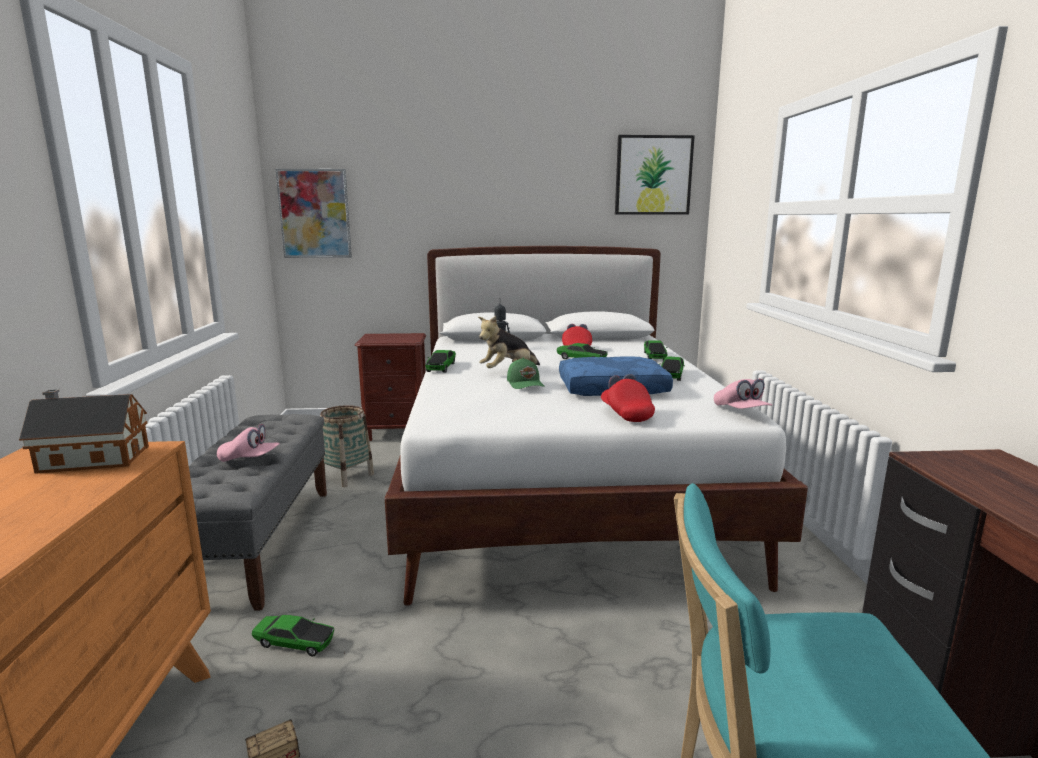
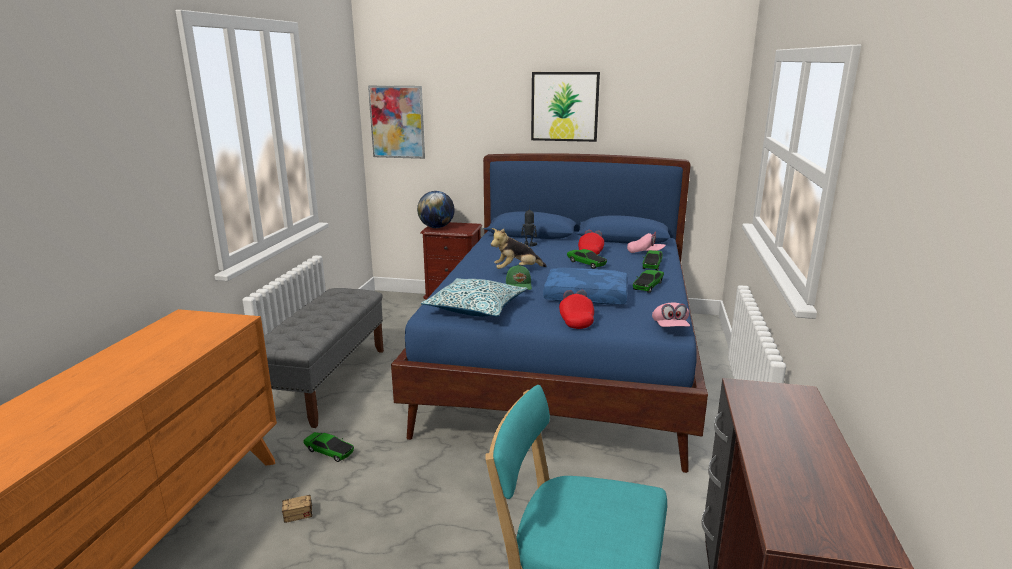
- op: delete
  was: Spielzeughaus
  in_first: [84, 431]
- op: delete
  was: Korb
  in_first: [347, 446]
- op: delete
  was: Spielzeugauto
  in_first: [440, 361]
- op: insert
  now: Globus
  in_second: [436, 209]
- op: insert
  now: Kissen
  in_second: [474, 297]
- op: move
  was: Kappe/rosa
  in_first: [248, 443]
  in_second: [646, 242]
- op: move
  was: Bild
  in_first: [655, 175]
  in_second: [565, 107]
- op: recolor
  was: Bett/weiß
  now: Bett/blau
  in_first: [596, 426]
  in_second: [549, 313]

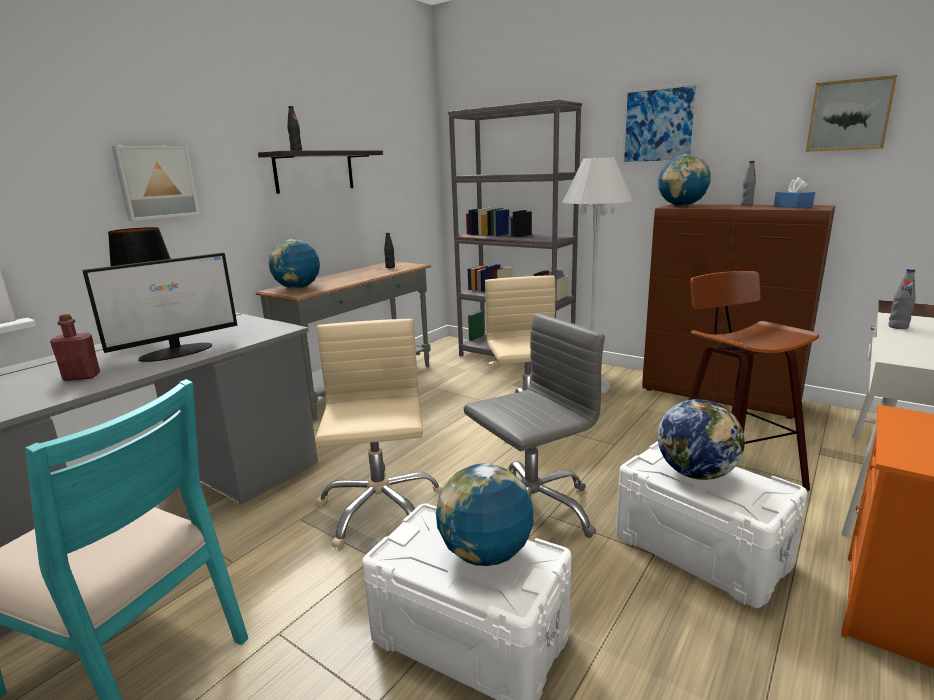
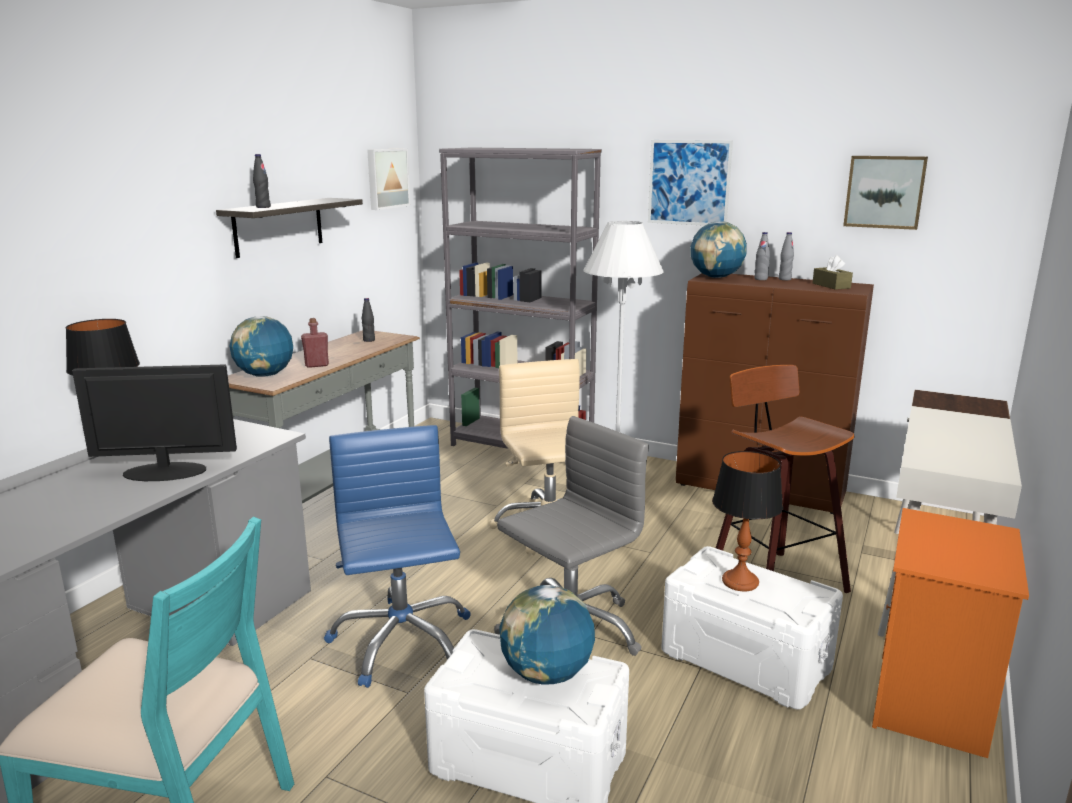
- op: move
  was: Flasche/rot
  in_first: [75, 347]
  in_second: [315, 343]
- op: move
  was: Bild
  in_first: [155, 183]
  in_second: [388, 179]
- op: move
  was: Flasche/grau
  in_first: [902, 299]
  in_second: [762, 256]
- op: replace
  was: Globus
  now: Tischlampe
  in_first: [701, 439]
  in_second: [747, 521]
- op: recolor
  was: Bürostuhl/beige
  now: Bürostuhl/blau
  in_first: [379, 434]
  in_second: [397, 556]
- op: recolor
  was: Taschentuchbox/blau
  now: Taschentuchbox/braun
  in_first: [794, 192]
  in_second: [833, 272]
- op: rotate
  was: Monitor
  in_first: [159, 307]
  in_second: [154, 422]
  clockwise: -135

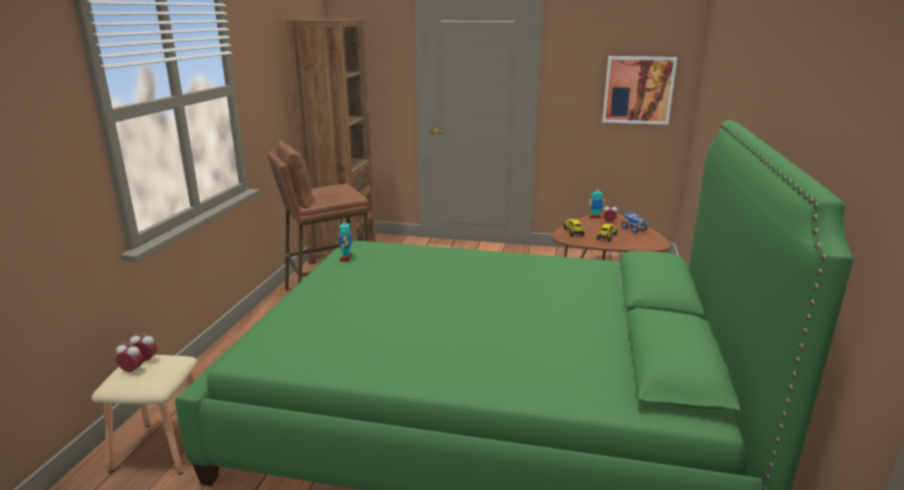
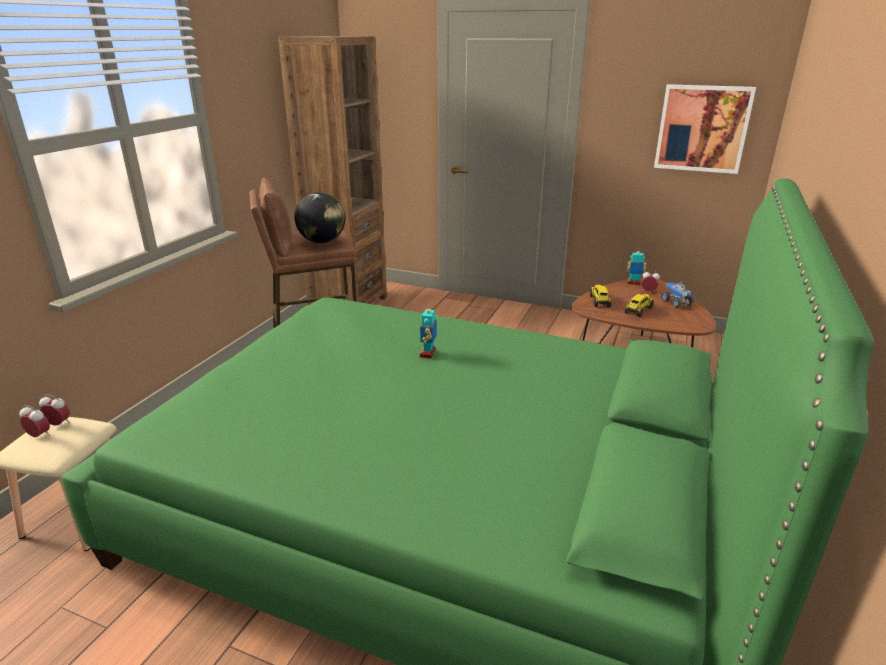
- op: insert
  now: Globus
  in_second: [319, 217]
- op: move
  was: Spielzeugroboter
  in_first: [345, 242]
  in_second: [428, 333]

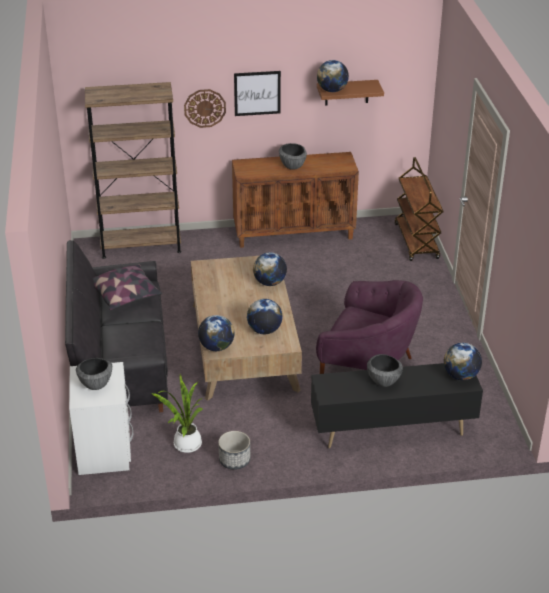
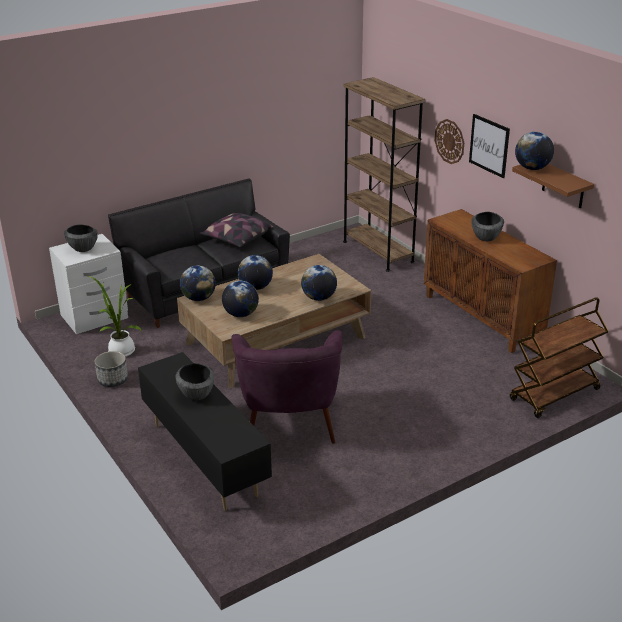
- op: move
  was: Globus
  in_first: [463, 362]
  in_second: [255, 272]

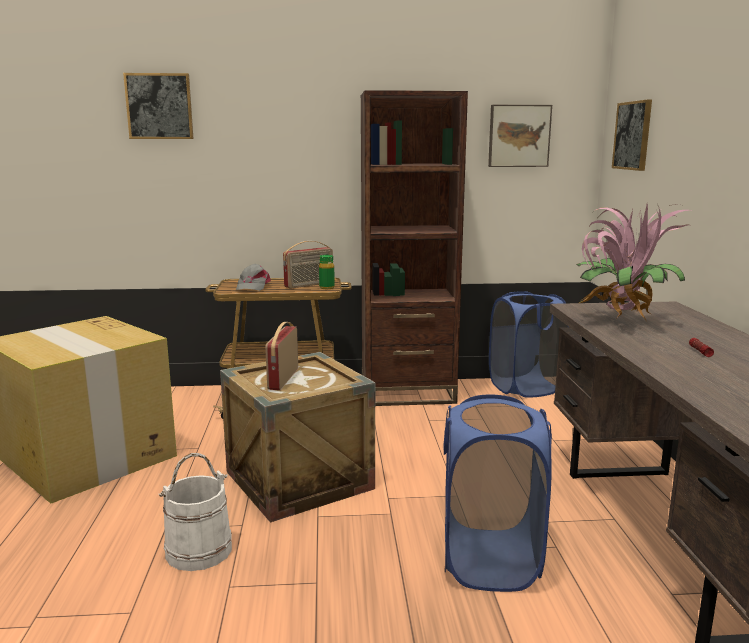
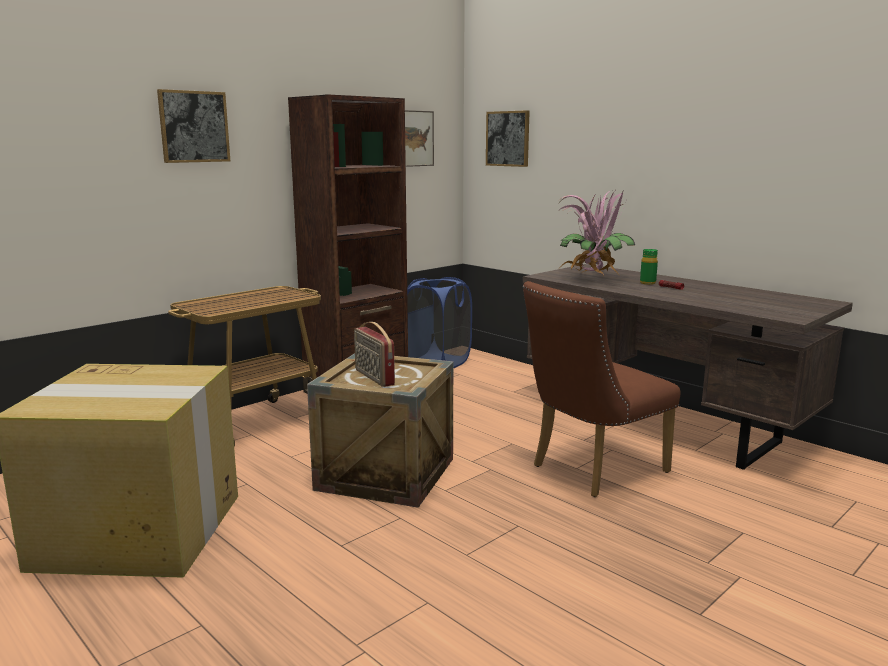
- op: delete
  was: Eimer/weiß
  in_first: [195, 512]
- op: delete
  was: Kappe/grau
  in_first: [253, 277]
- op: delete
  was: Radio
  in_first: [308, 265]
- op: move
  was: Bild
  in_first: [158, 106]
  in_second: [193, 126]
- op: move
  was: Flasche/grün
  in_first: [327, 272]
  in_second: [649, 267]
- op: replace
  was: Wäschekorb/blau
  now: Stuhl/braun
  in_first: [497, 493]
  in_second: [601, 389]

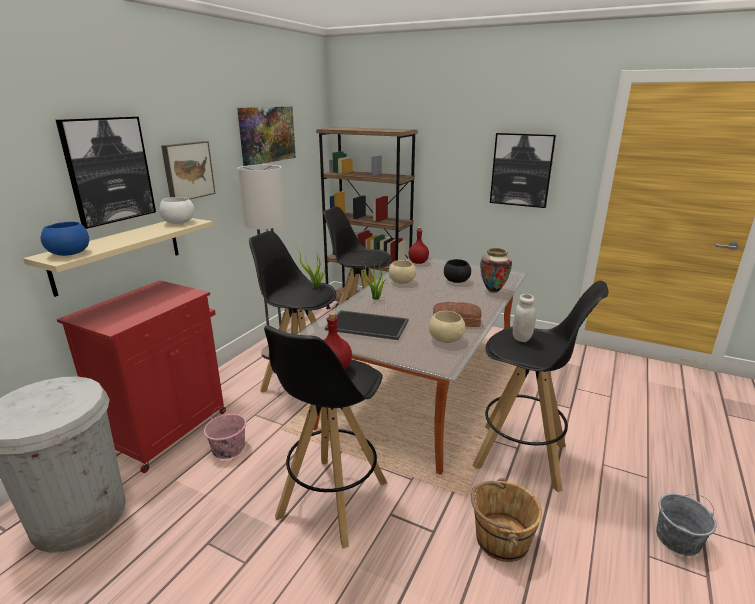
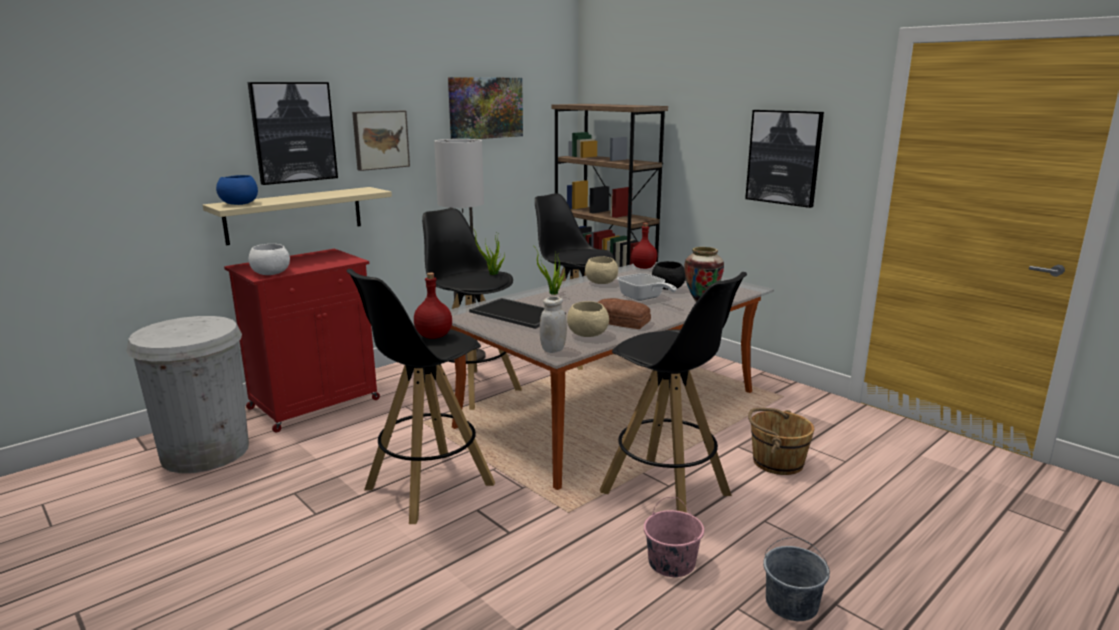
- op: insert
  now: Pfanne
  in_second: [647, 287]
- op: move
  was: Schüssel/weiß
  in_first: [176, 210]
  in_second: [269, 259]
- op: move
  was: Eimer/rosa
  in_first: [225, 432]
  in_second: [674, 537]
- op: move
  was: Eimer/braun
  in_first: [506, 520]
  in_second: [781, 441]
- op: move
  was: Vorratsglas/weiß
  in_first: [524, 318]
  in_second: [553, 324]

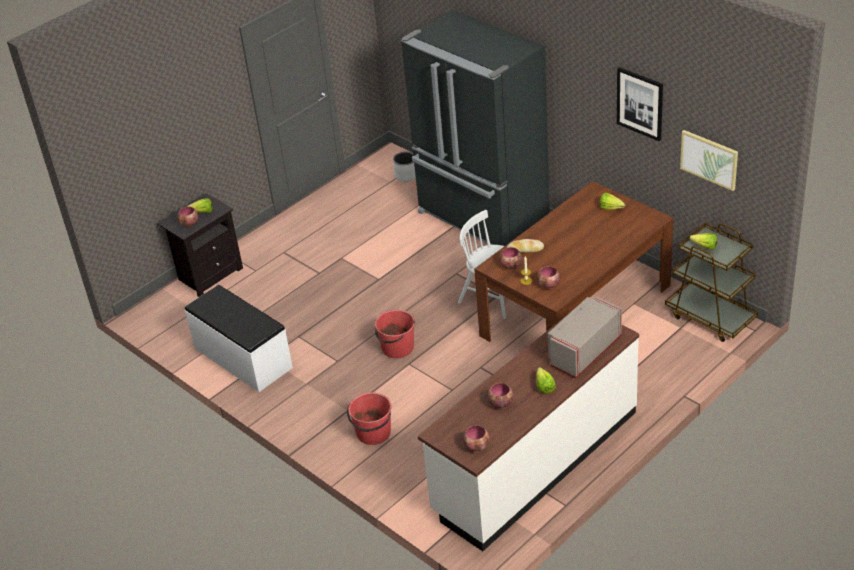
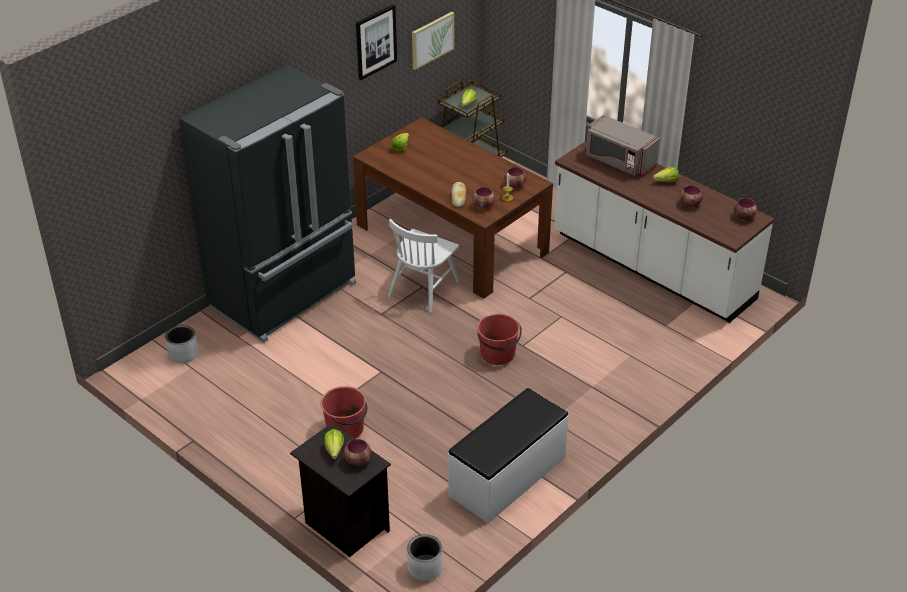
- op: insert
  now: Pflanzkübel/weiß
  in_second: [425, 557]
- op: move
  was: Eimer/rot
  in_first: [369, 418]
  in_second: [344, 412]

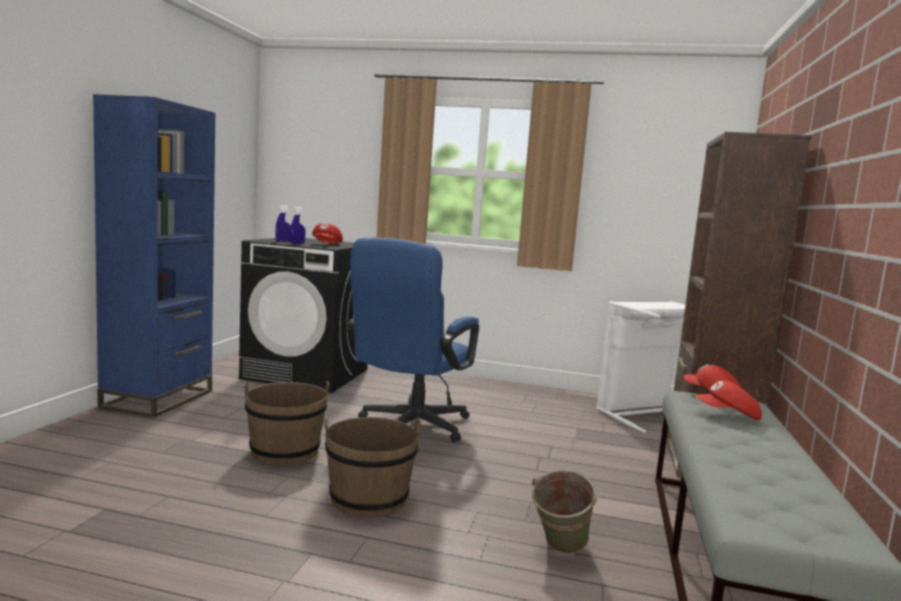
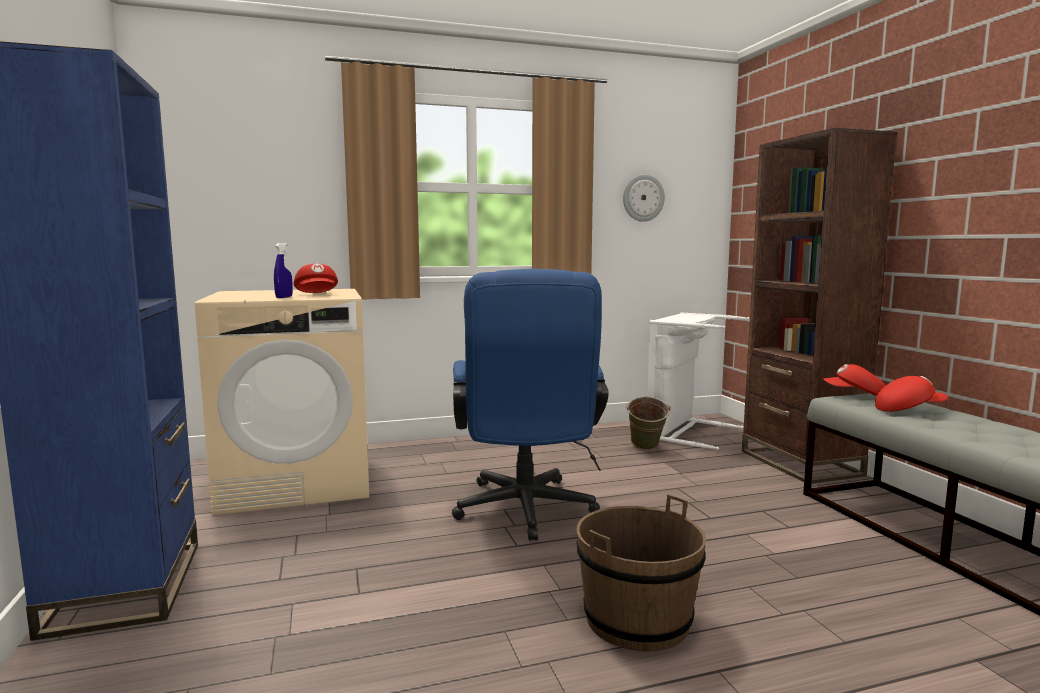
- op: delete
  was: Eimer/braun
  in_first: [286, 423]
- op: delete
  was: Sprühflasche/blau
  in_first: [283, 223]
- op: insert
  now: Wanduhr
  in_second: [644, 198]
- op: move
  was: Eimer/grün
  in_first: [565, 512]
  in_second: [648, 423]
- op: recolor
  was: Waschmaschine/schwarz
  now: Waschmaschine/beige
  in_first: [303, 315]
  in_second: [282, 402]
- op: rotate
  was: Kappe/rot
  in_first: [728, 400]
  in_second: [911, 394]
  clockwise: -150

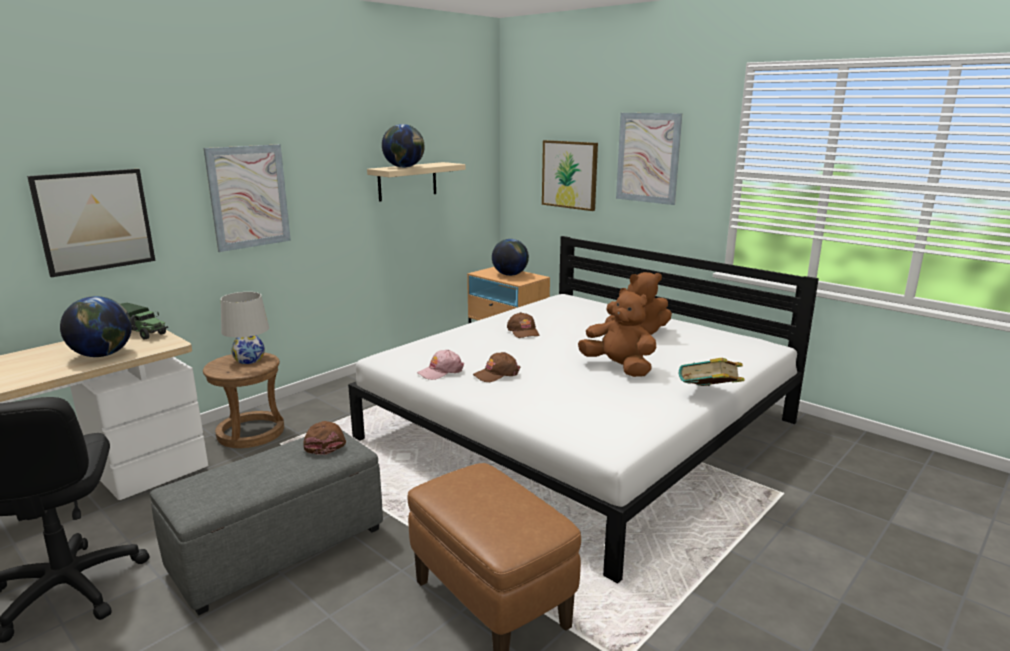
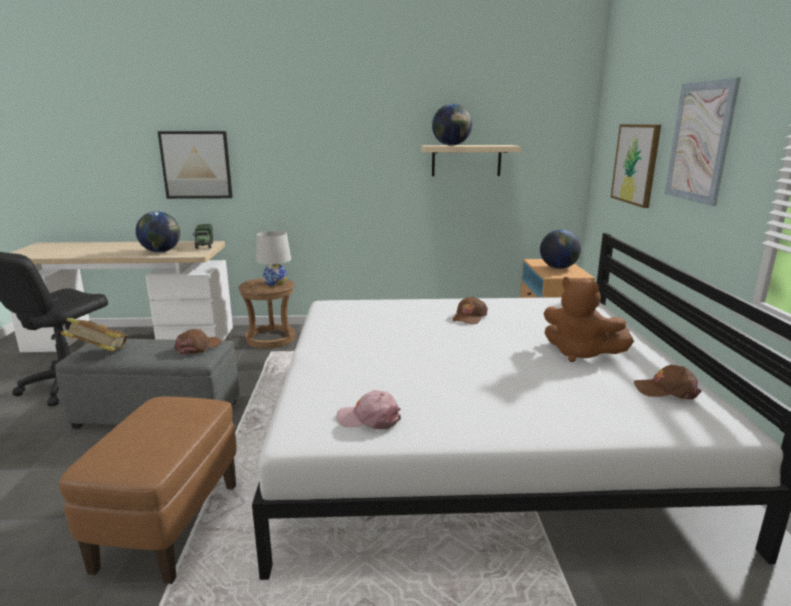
- op: delete
  was: Bild
  in_first: [247, 198]
- op: delete
  was: Plüschtier/braun
  in_first: [617, 332]
- op: move
  was: Kappe/rosa
  in_first: [440, 365]
  in_second: [369, 409]
- op: move
  was: Kappe/braun
  in_first: [496, 367]
  in_second: [667, 382]
- op: move
  was: Buch
  in_first: [711, 372]
  in_second: [94, 334]

